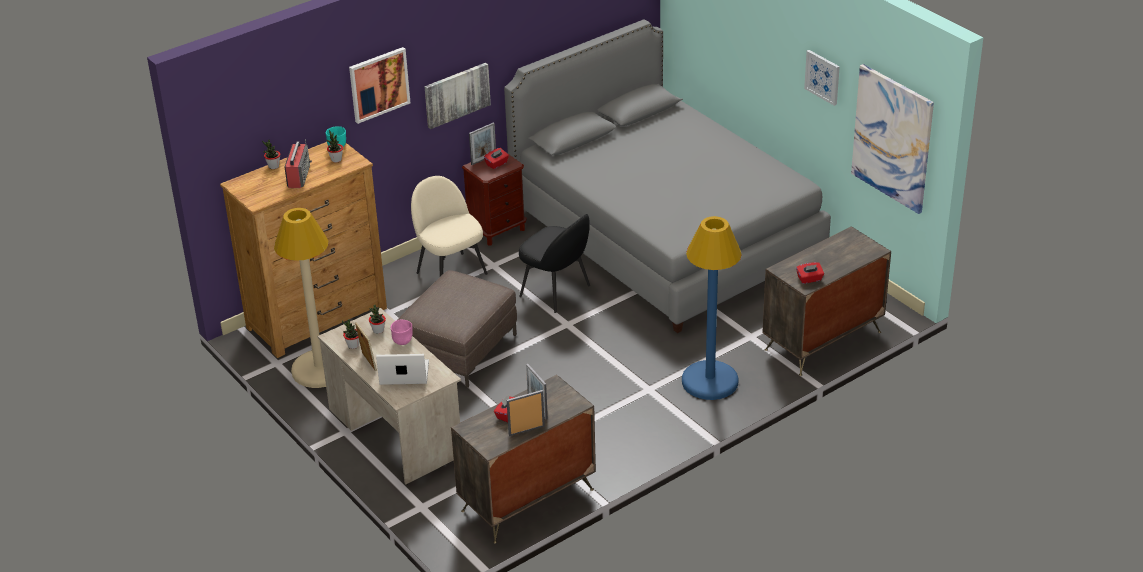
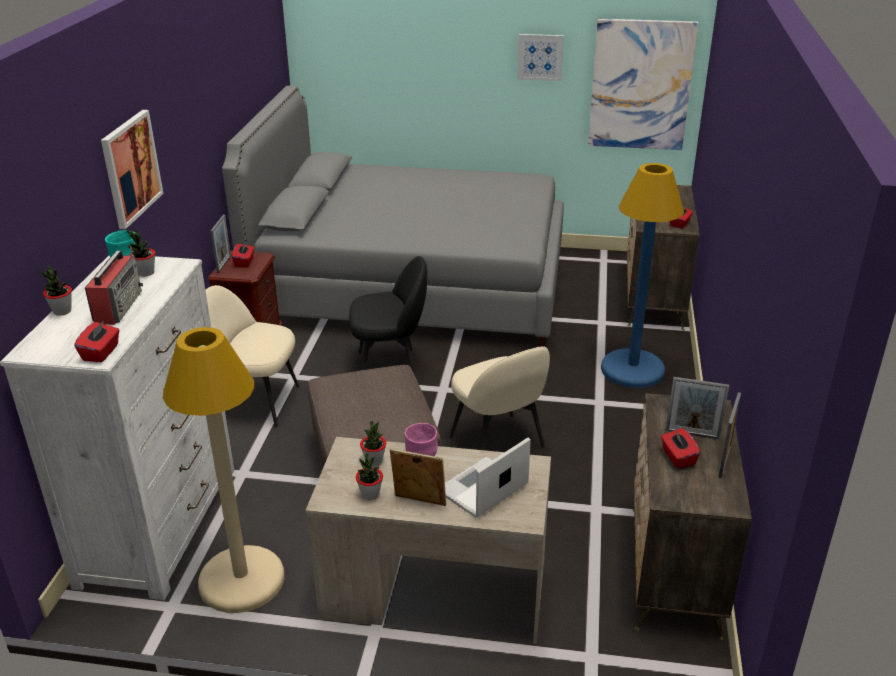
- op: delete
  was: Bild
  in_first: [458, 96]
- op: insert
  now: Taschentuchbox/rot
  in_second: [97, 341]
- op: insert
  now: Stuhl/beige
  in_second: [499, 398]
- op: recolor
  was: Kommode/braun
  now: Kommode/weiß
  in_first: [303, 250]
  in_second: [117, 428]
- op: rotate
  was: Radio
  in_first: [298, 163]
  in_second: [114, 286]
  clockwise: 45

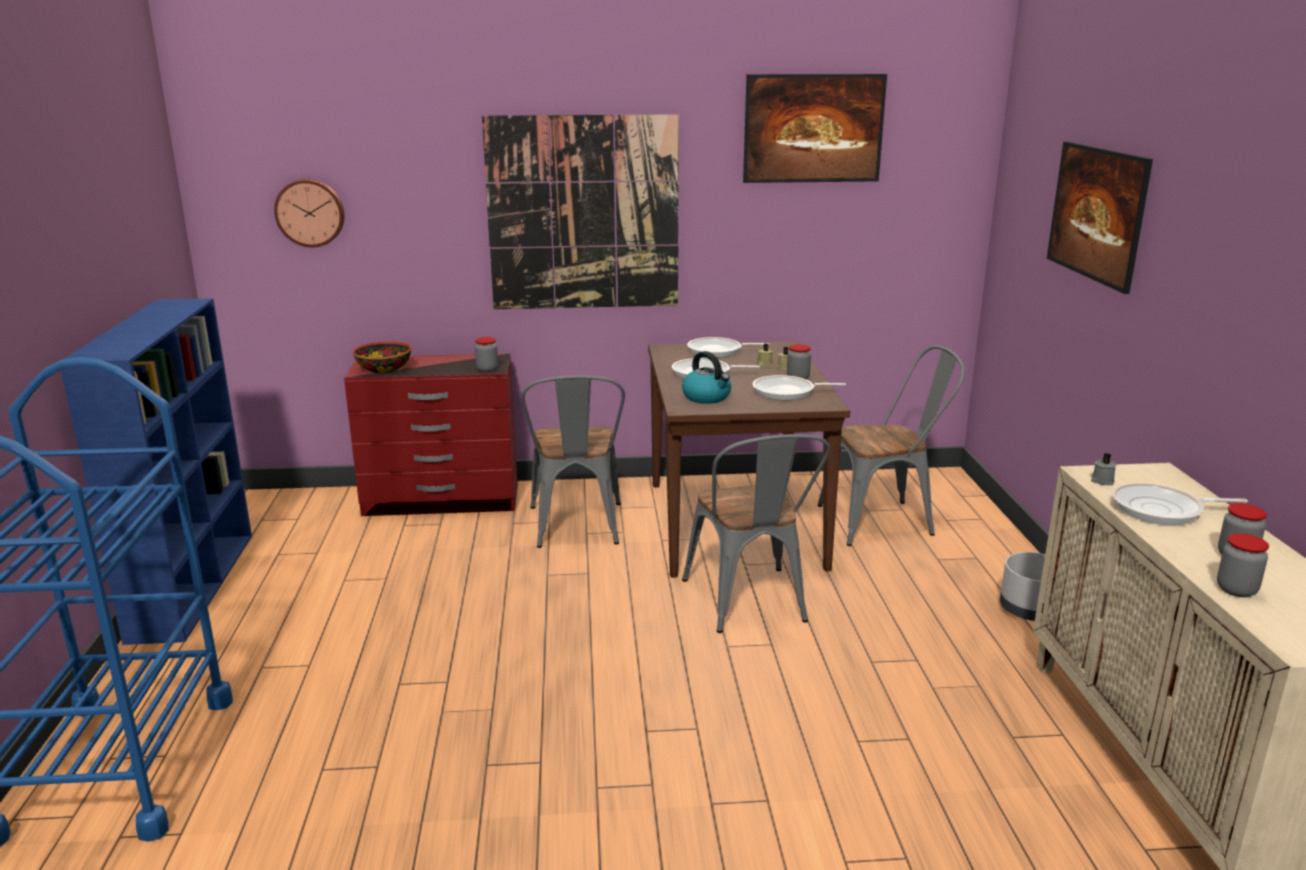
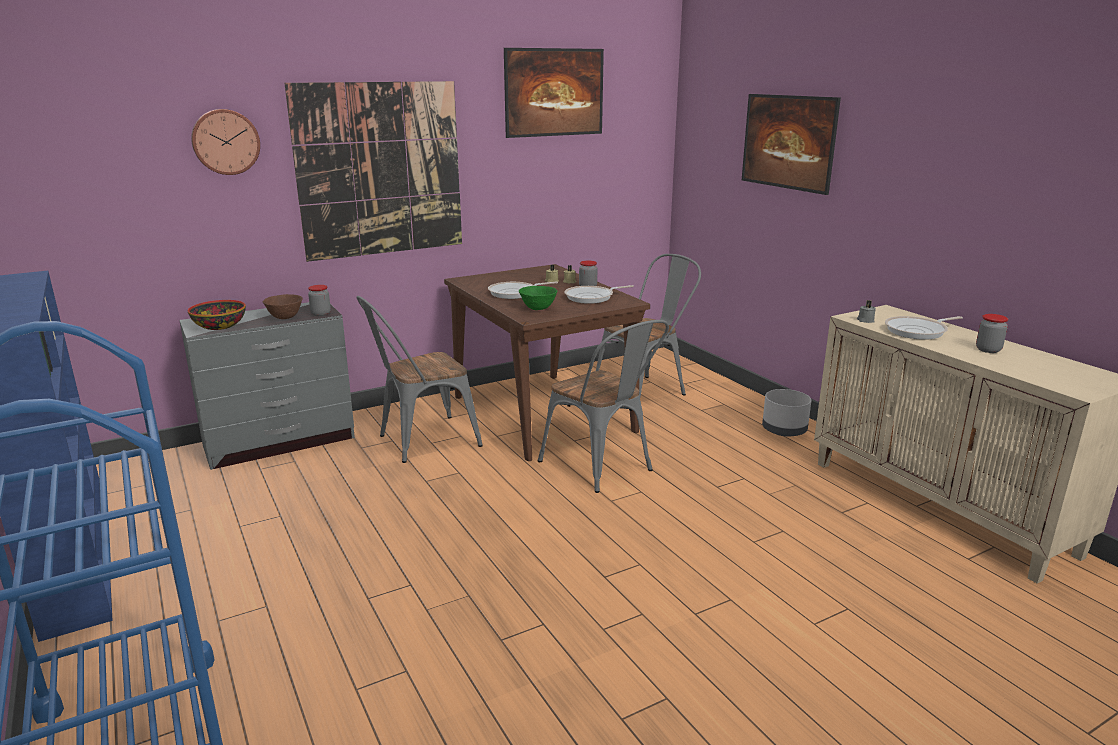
- op: delete
  was: Pfanne
  in_first: [728, 347]
- op: delete
  was: Vorratsglas
  in_first: [1243, 565]
- op: insert
  now: Schüssel/braun
  in_second: [283, 306]
- op: move
  was: Wanduhr
  in_first: [309, 213]
  in_second: [225, 142]
- op: replace
  was: Wasserkessel
  now: Schüssel/grün
  in_first: [706, 377]
  in_second: [538, 298]
- op: recolor
  was: Kommode/rot
  now: Kommode/grau
  in_first: [430, 435]
  in_second: [267, 386]
- op: rotate
  was: Stuhl/grau
  in_first: [573, 461]
  in_second: [420, 379]
  clockwise: 90

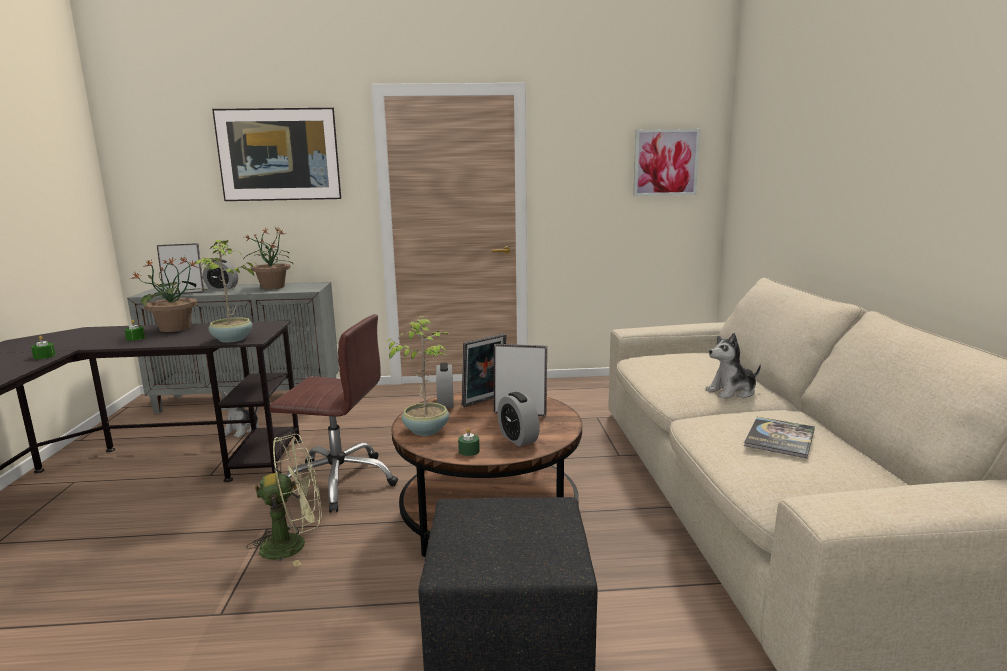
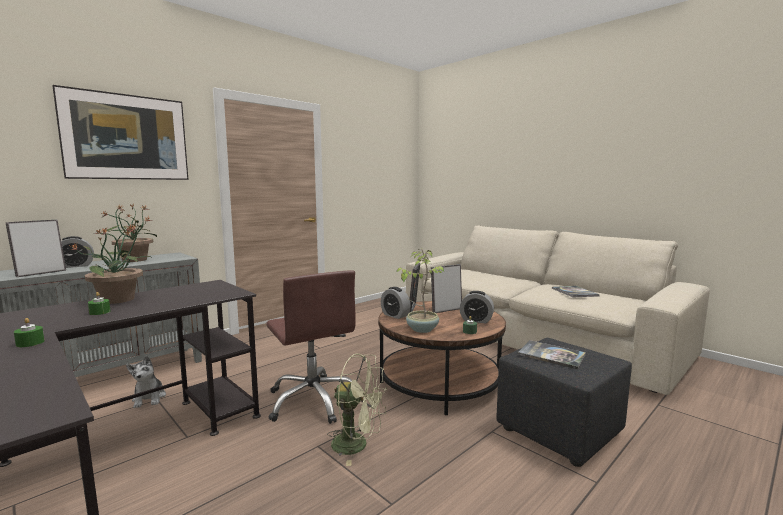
- op: delete
  was: Topfpflanze
  in_first: [225, 291]
- op: delete
  was: Bild
  in_first: [666, 162]
- op: delete
  was: Plüschtier
  in_first: [733, 366]
- op: insert
  now: Buch
  in_second: [552, 354]
- op: rotate
  was: Ventilator/grün
  in_first: [284, 500]
  in_second: [357, 410]
  clockwise: 75
- op: rotate
  was: Bürostuhl/braun
  in_first: [333, 413]
  in_second: [311, 347]
  clockwise: 90

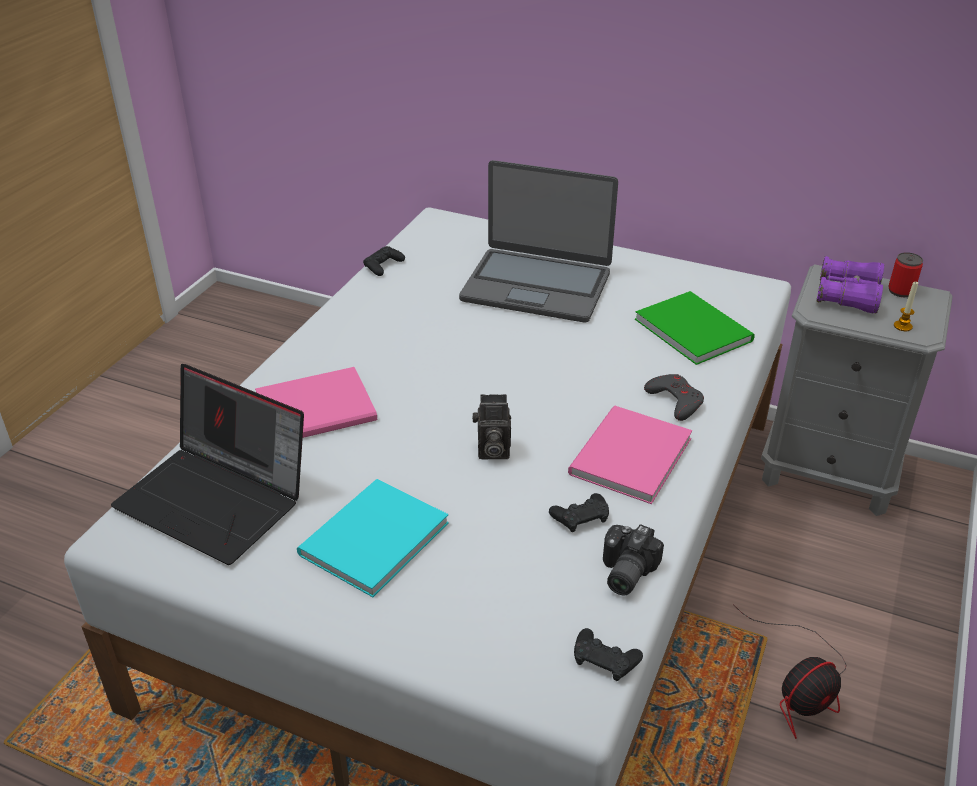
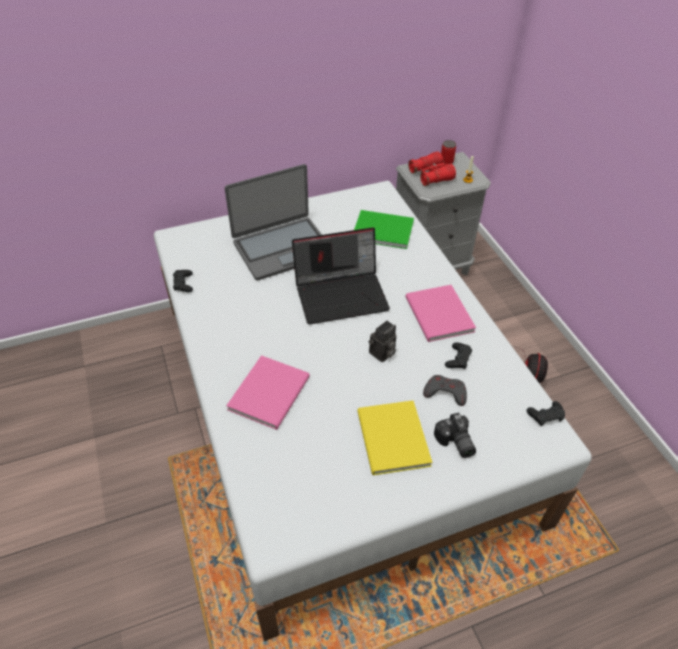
- op: move
  was: Laptop
  in_first: [207, 464]
  in_second: [341, 275]
- op: move
  was: Kamera
  in_first: [633, 560]
  in_second: [455, 435]
- op: move
  was: Gamepad/grau
  in_first: [674, 397]
  in_second: [445, 390]
- op: recolor
  was: Buch/türkis
  now: Buch/gelb
  in_first: [373, 538]
  in_second: [395, 437]
- op: recolor
  was: Fernglas/lila
  now: Fernglas/rot
  in_first: [850, 285]
  in_second: [432, 168]

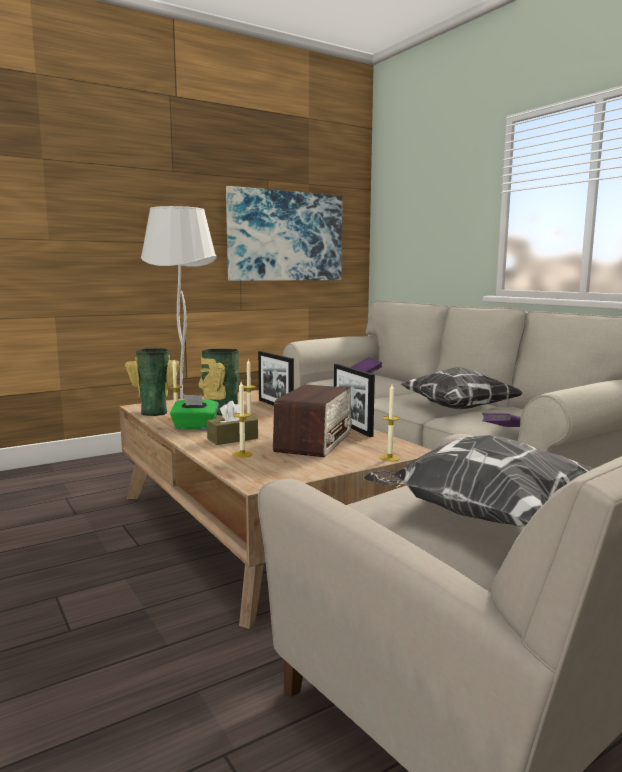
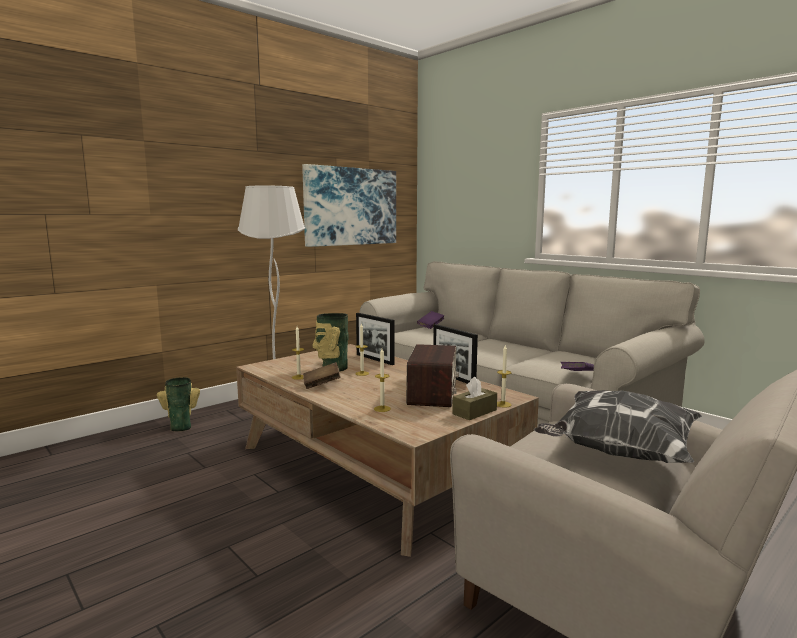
- op: delete
  was: Kissen
  in_first: [462, 388]
- op: move
  was: Vase
  in_first: [152, 382]
  in_second: [178, 404]
- op: move
  was: Taschentuchbox/braun
  in_first: [232, 423]
  in_second: [474, 398]
- op: replace
  was: Taschentuchbox/grün
  now: Buch/braun
  in_first: [194, 412]
  in_second: [322, 375]

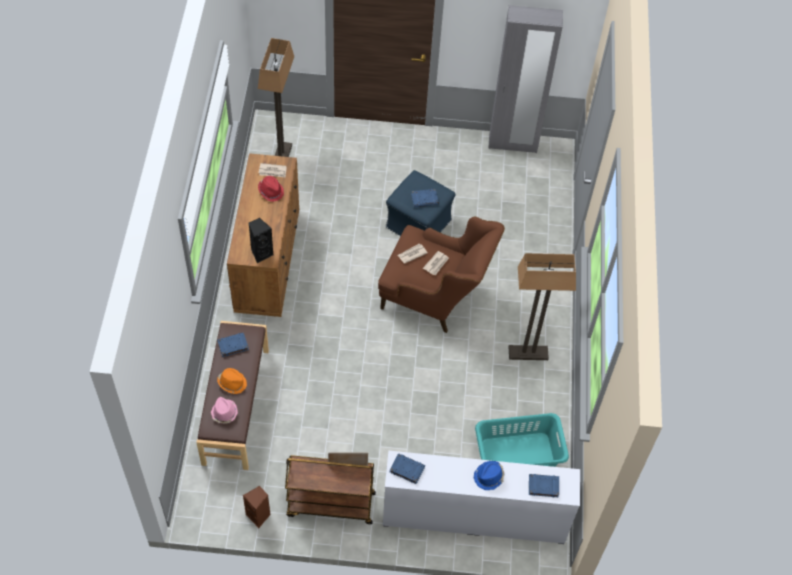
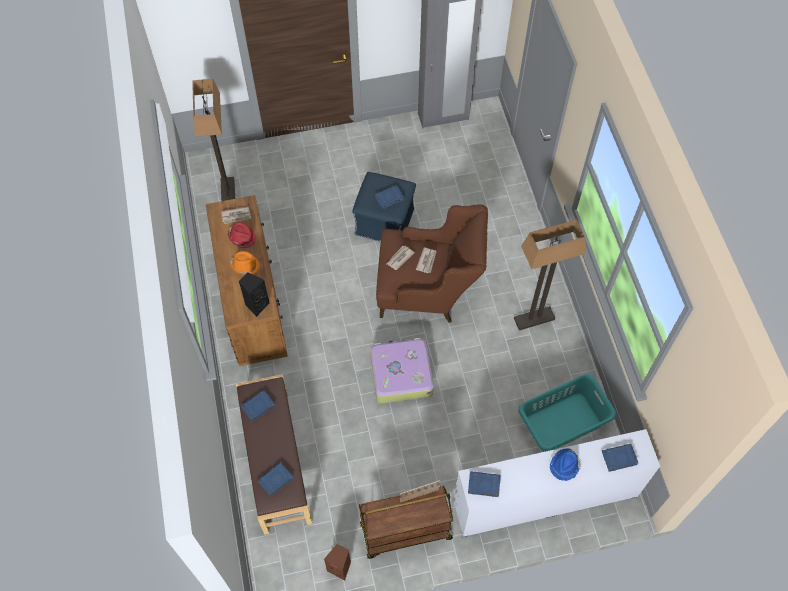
- op: insert
  now: Koffer
  in_second: [402, 370]
- op: move
  was: Hut/orange
  in_first: [232, 381]
  in_second: [245, 263]
- op: replace
  was: Hut/rosa
  now: Buch/blau
  in_first: [224, 410]
  in_second: [275, 479]

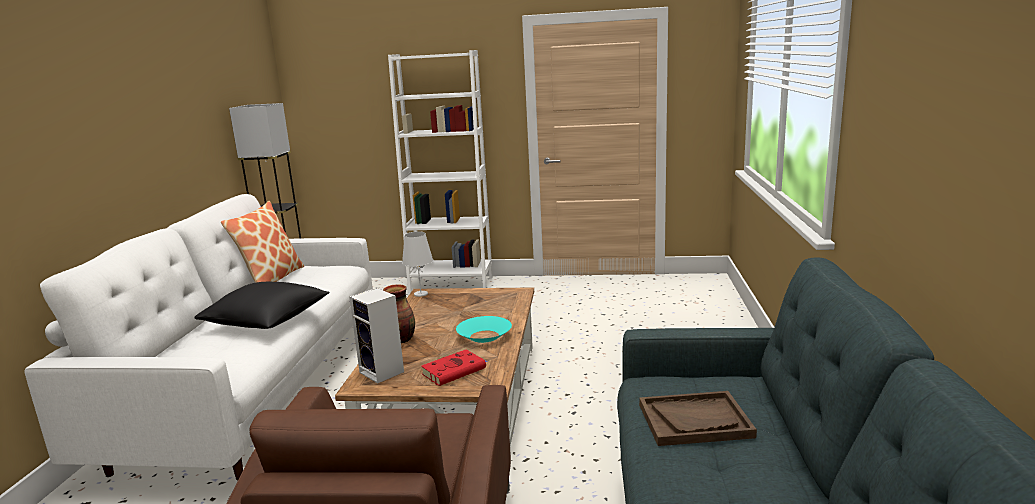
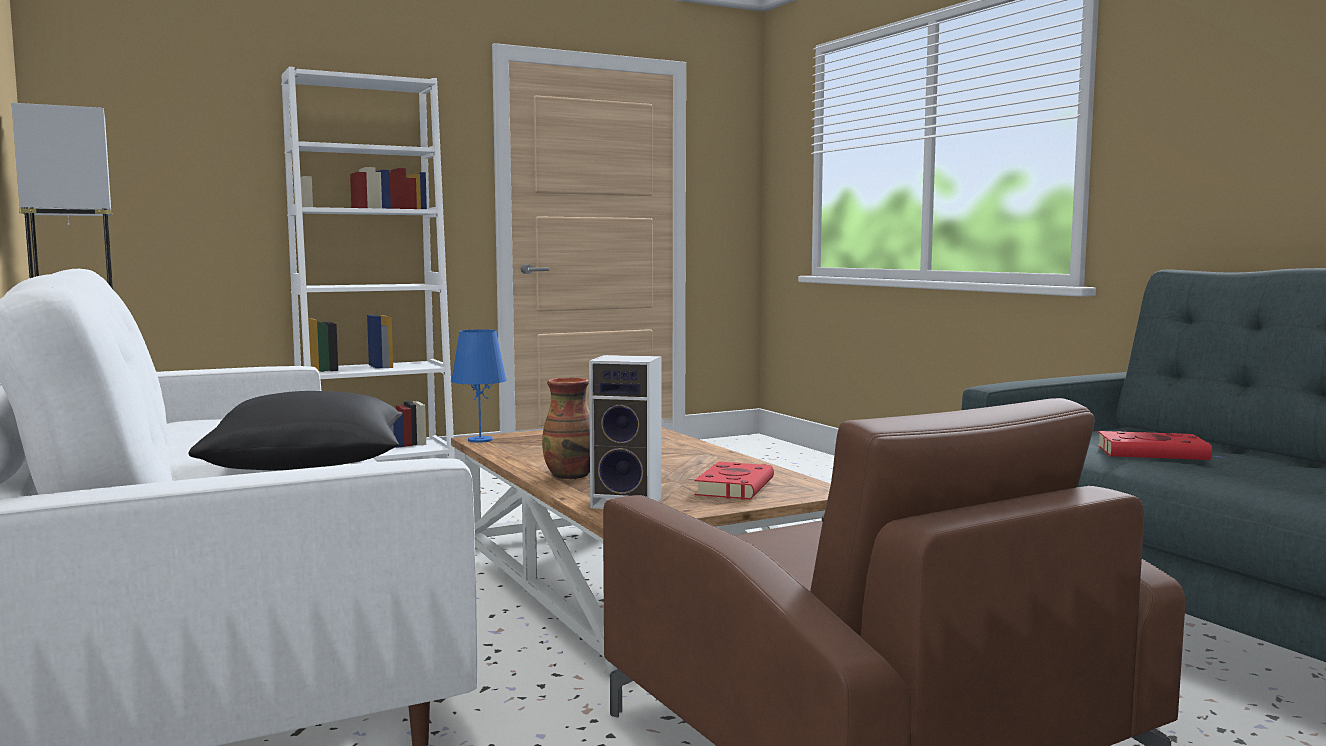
- op: delete
  was: Kissen
  in_first: [262, 242]
- op: delete
  was: Schüssel/türkis
  in_first: [484, 329]
- op: replace
  was: Tablett/braun
  now: Buch/rot
  in_first: [698, 418]
  in_second: [1160, 445]
- op: recolor
  was: Tischlampe/weiß
  now: Tischlampe/blau
  in_first: [417, 264]
  in_second: [479, 386]

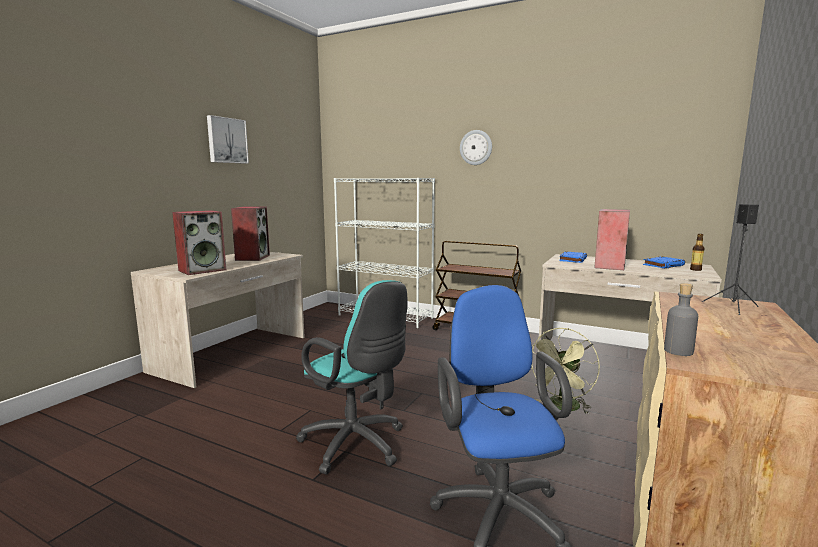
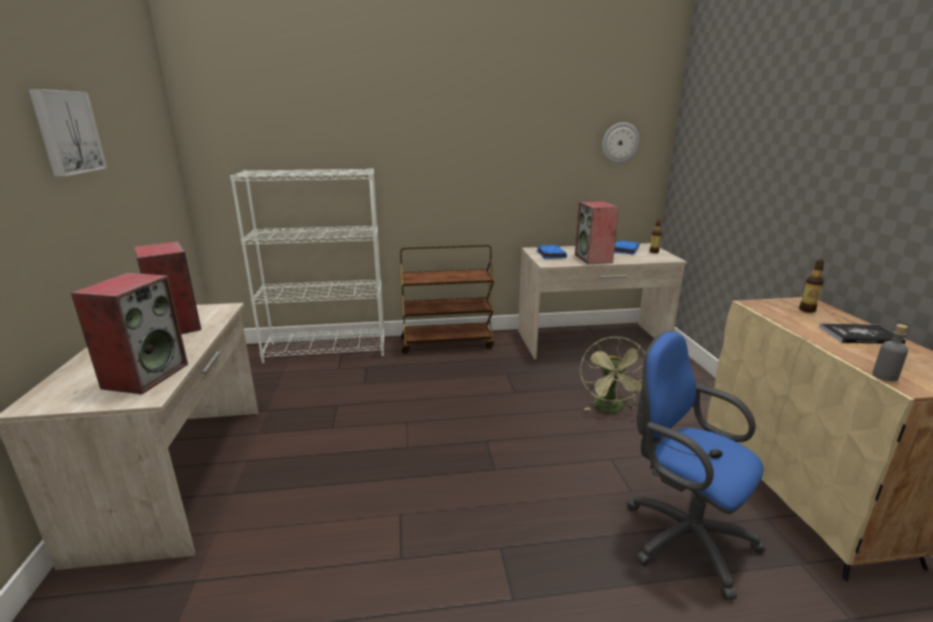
- op: delete
  was: Bürostuhl/türkis
  in_first: [352, 377]
- op: insert
  now: Buch
  in_second: [862, 333]
- op: move
  was: Wanduhr
  in_first: [476, 147]
  in_second: [621, 142]
- op: replace
  was: Lautsprecher/schwarz
  now: Flasche
  in_first: [730, 259]
  in_second: [812, 286]

